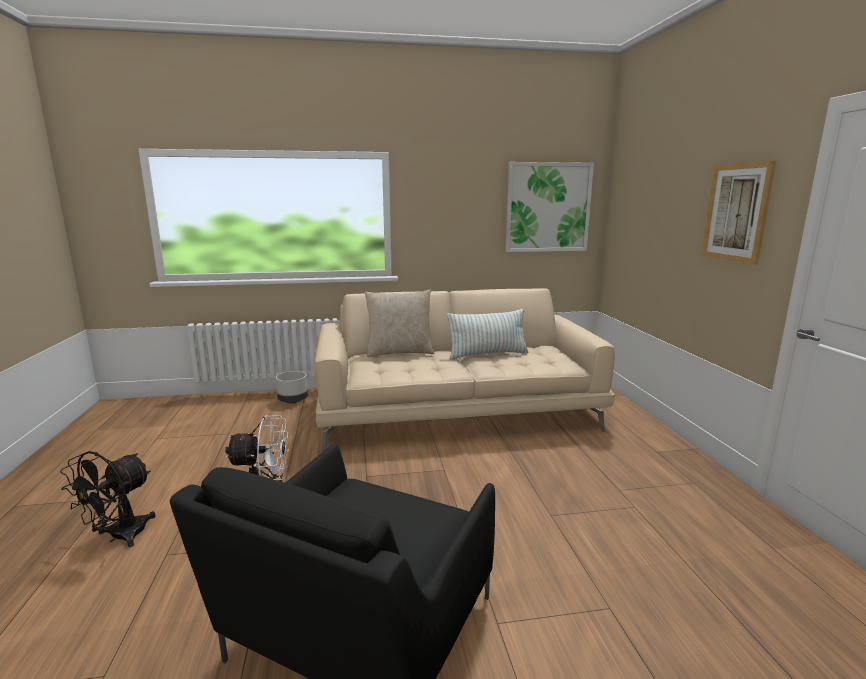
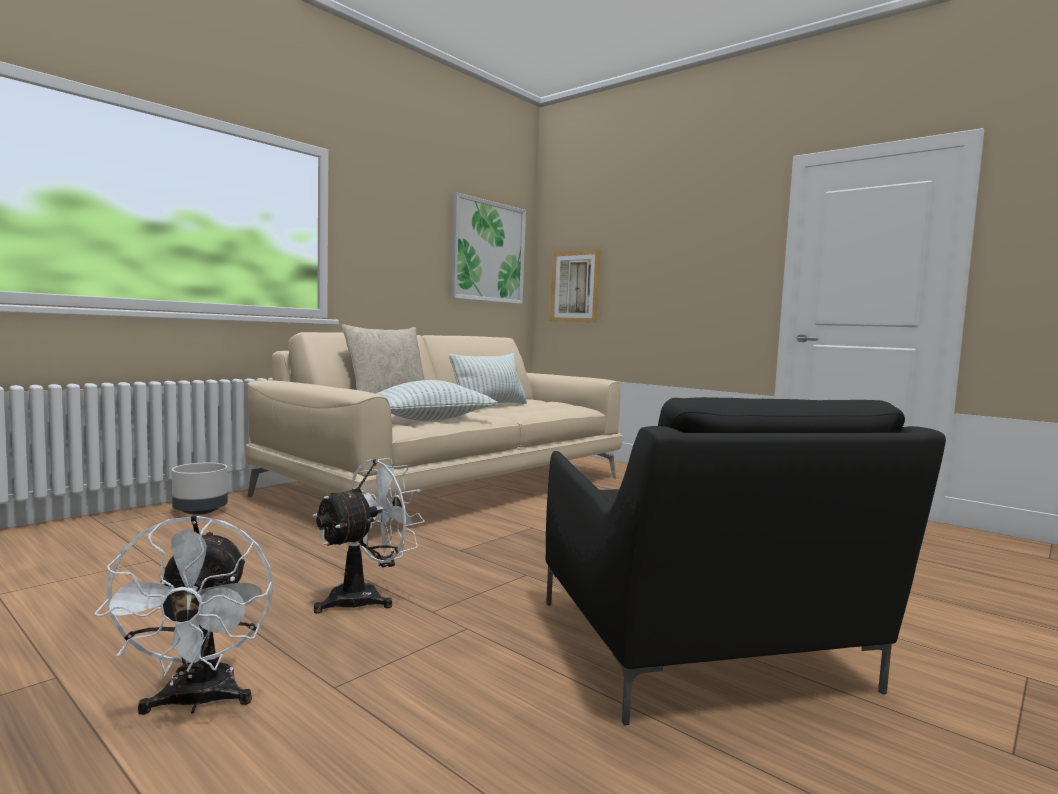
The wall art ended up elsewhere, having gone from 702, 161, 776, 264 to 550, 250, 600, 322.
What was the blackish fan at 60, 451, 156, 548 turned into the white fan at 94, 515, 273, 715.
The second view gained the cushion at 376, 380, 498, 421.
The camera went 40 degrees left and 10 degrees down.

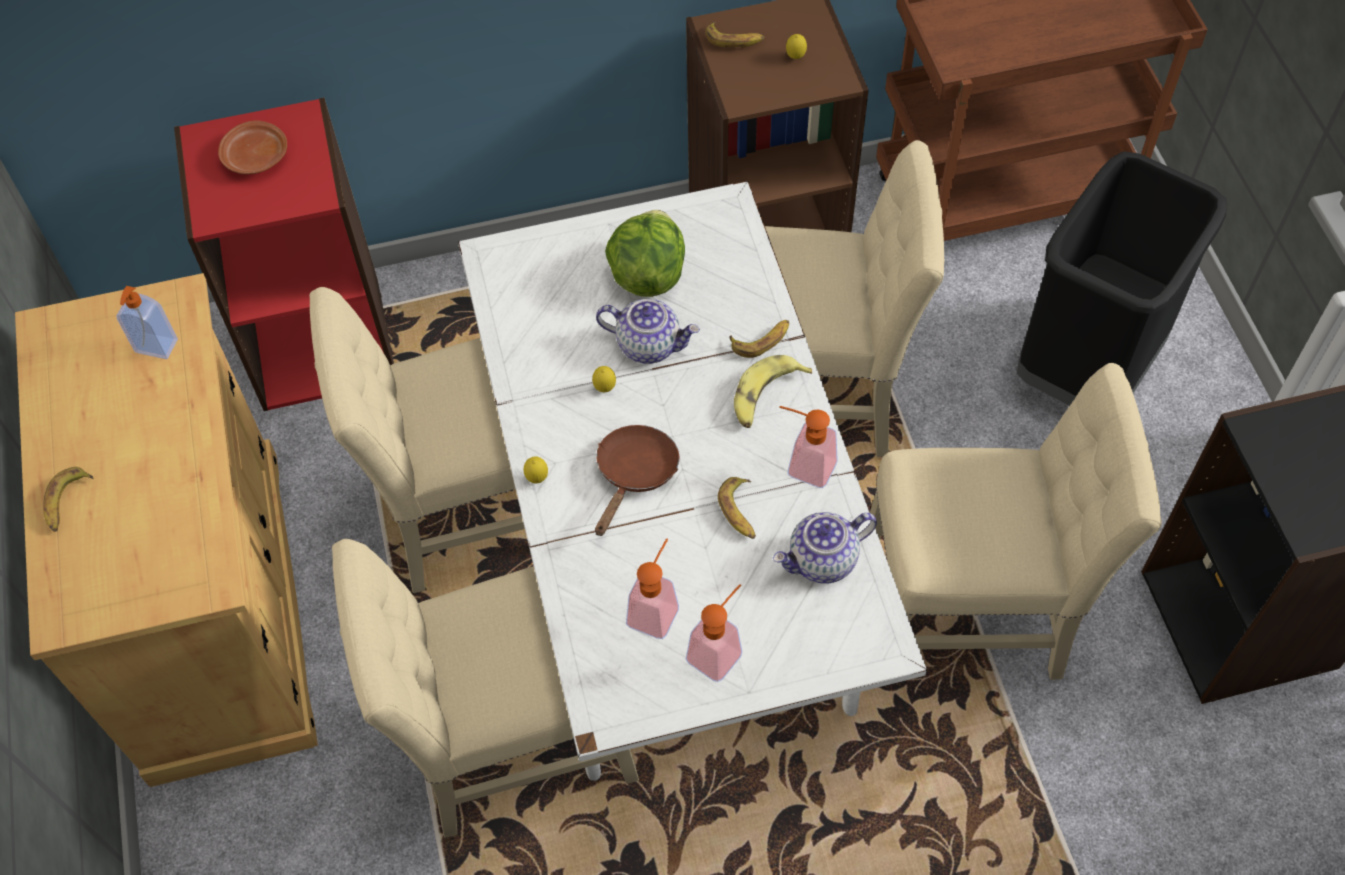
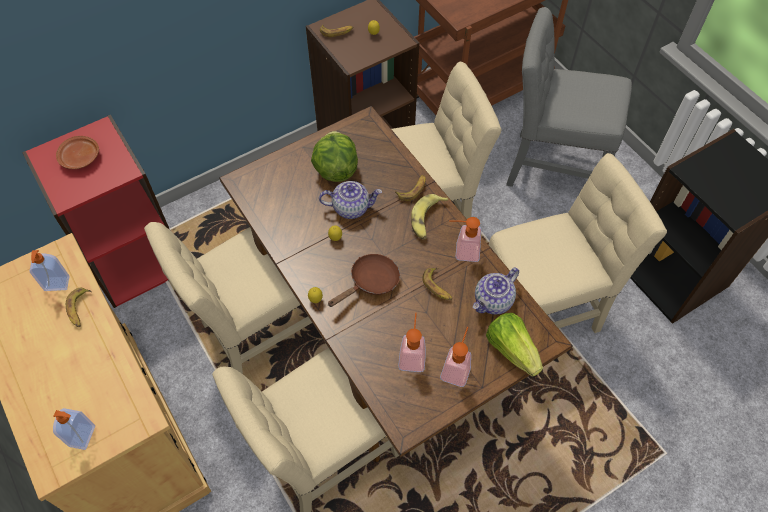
Where the blackish trash can stood at 1017, 151, 1227, 406, the gray plain chair came to stand at 506, 7, 632, 187.
What was the white dining table at 458, 181, 927, 781 turned into the brownish dining table at 219, 106, 573, 462.
The brownish pan at 595, 425, 680, 536 ended up facing another way, 45 degrees clockwise from before.
The whole banana ended up elsewhere, having gone from 43, 467, 94, 532 to 66, 288, 92, 327.
The second view gained the lettuce at 486, 313, 543, 376.
The second view gained the soap dispenser at 53, 408, 95, 450.
The camera went 20 degrees left and 0 degrees up.

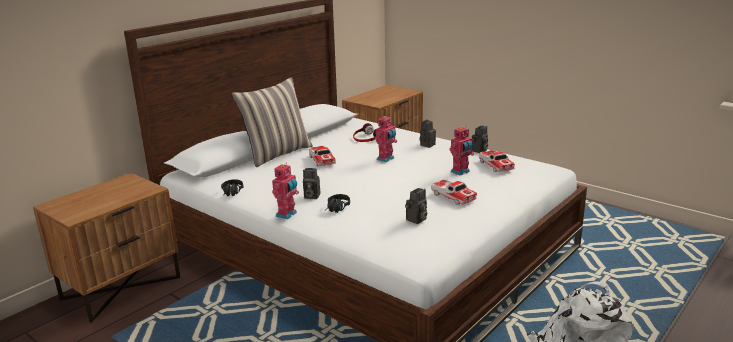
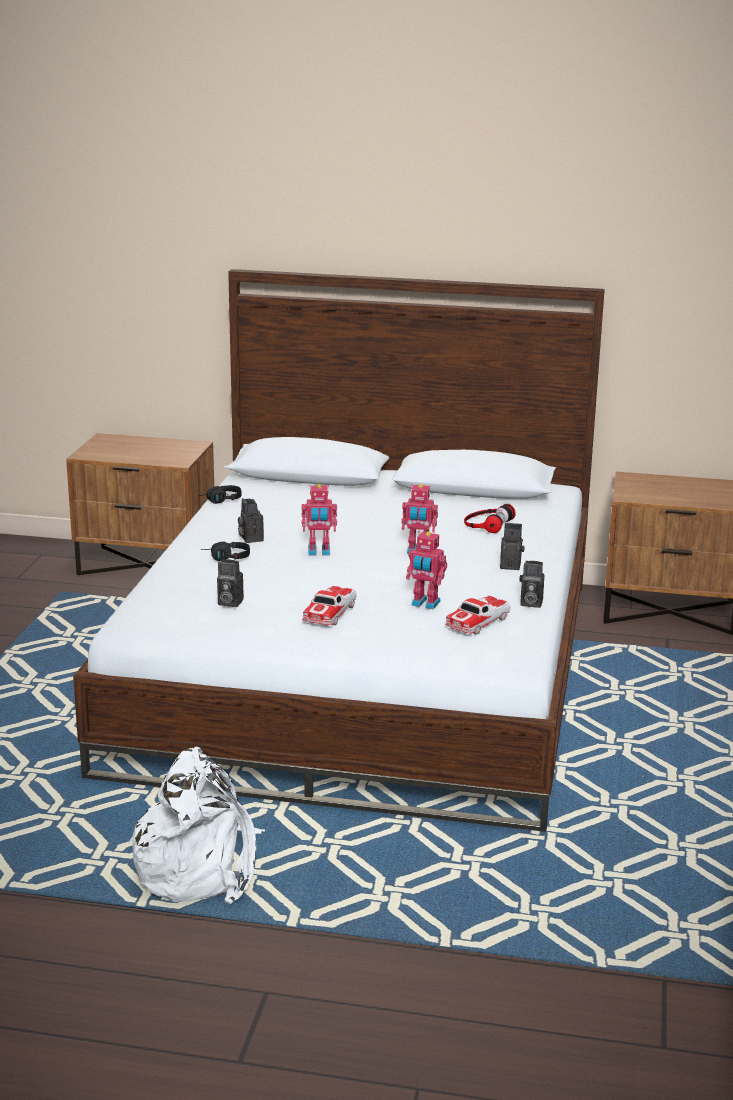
The second view lost the cushion at 232, 77, 313, 167.
The second view lost the toy car at 309, 146, 336, 167.
The model robot ended up elsewhere, having gone from 272, 163, 299, 219 to 301, 484, 337, 555.
The camera went 60 degrees right and 0 degrees up.

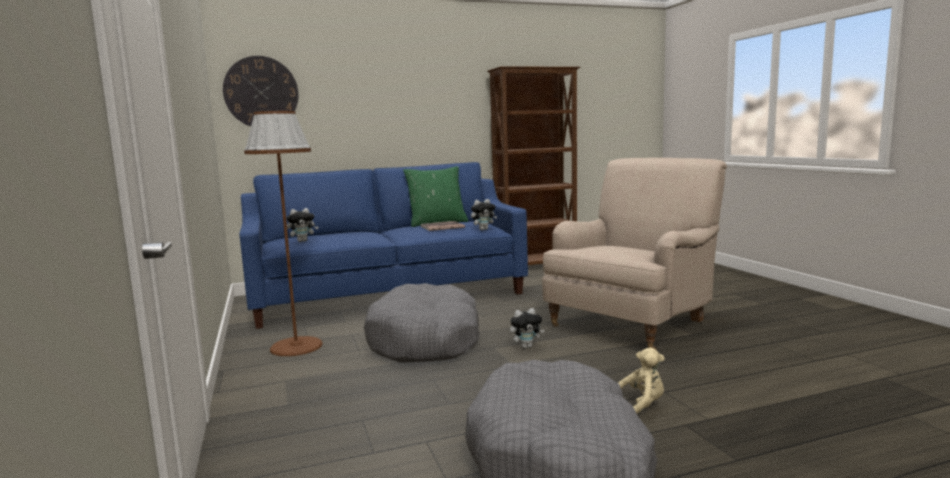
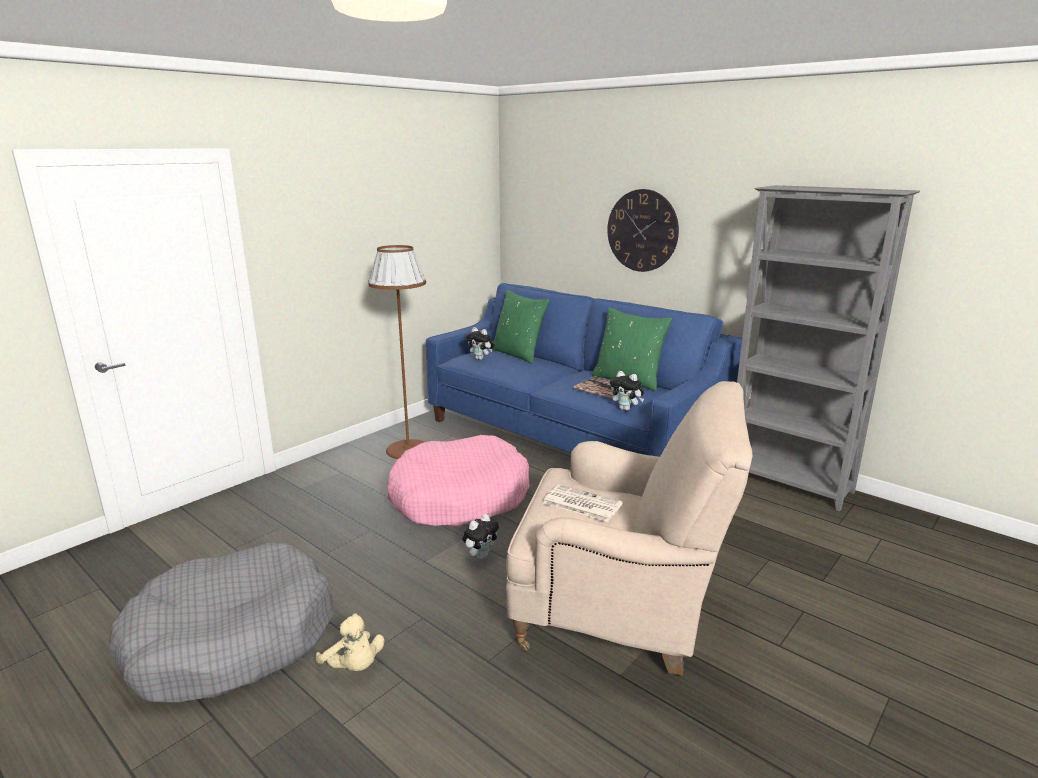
The clock on the wall ended up elsewhere, having gone from 223, 56, 298, 126 to 607, 189, 679, 272.
What was the brownish shelving unit at 487, 66, 580, 265 turned into the gray shelving unit at 737, 185, 920, 511.
What was the gray pet bed at 364, 283, 480, 362 turned into the pinkish pet bed at 387, 435, 530, 526.
The cuddly toy at 510, 308, 545, 349 ended up facing another way, 90 degrees counterclockwise from before.
The second view gained the greenish cushion at 490, 290, 549, 364.
The second view gained the printed paper at 543, 484, 623, 522.
The camera went 60 degrees right and 10 degrees up.

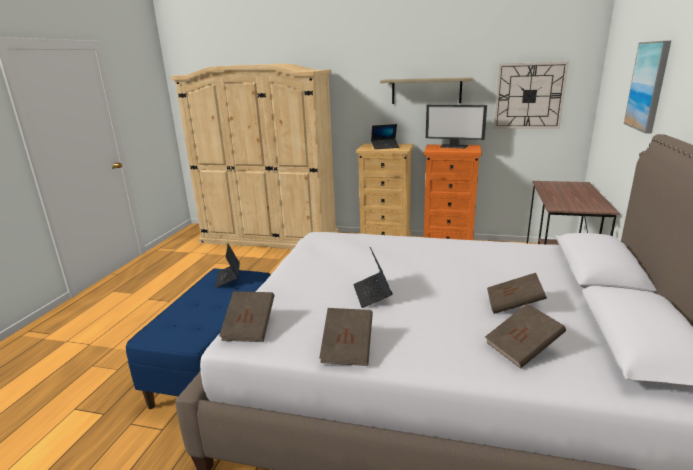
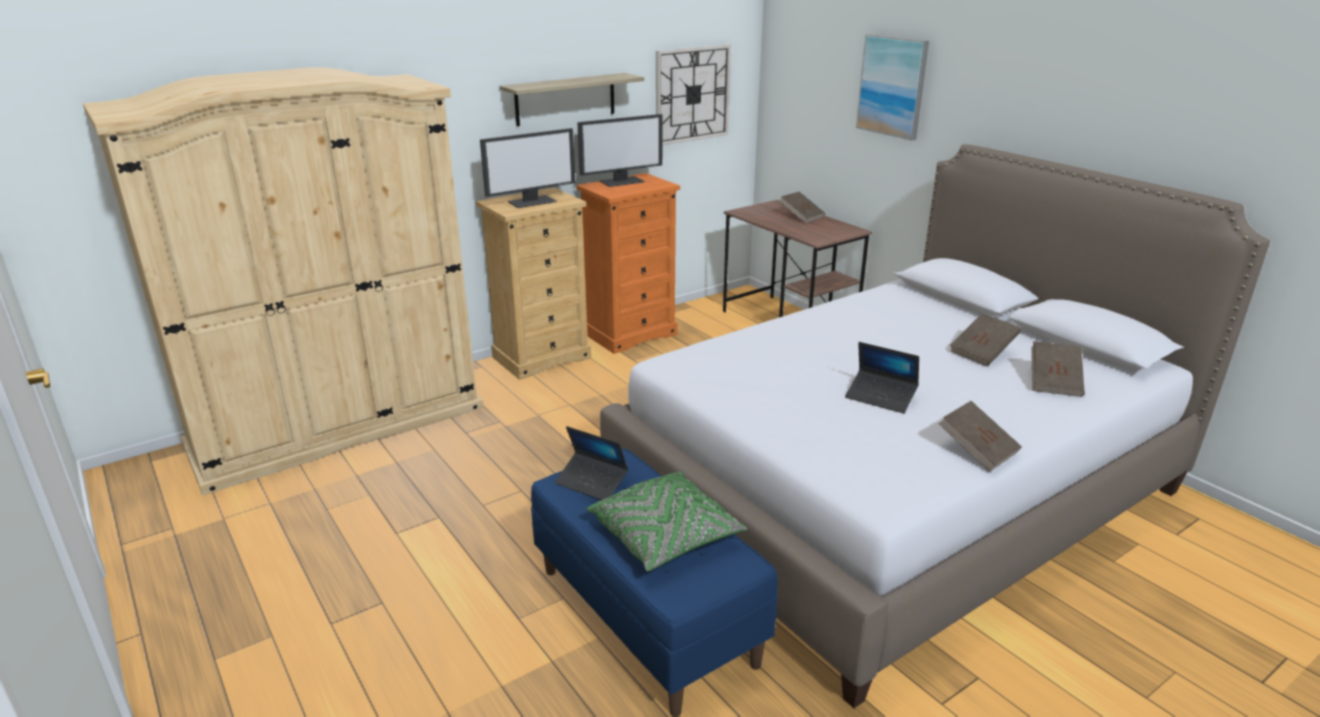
Where the portable computer stood at 371, 124, 399, 149, the computer display came to stand at 480, 128, 575, 208.
The brownish book ended up elsewhere, having gone from 219, 291, 274, 342 to 779, 192, 825, 223.
The second view gained the greenish cushion at 586, 471, 748, 572.
The camera went 50 degrees left and 5 degrees up.

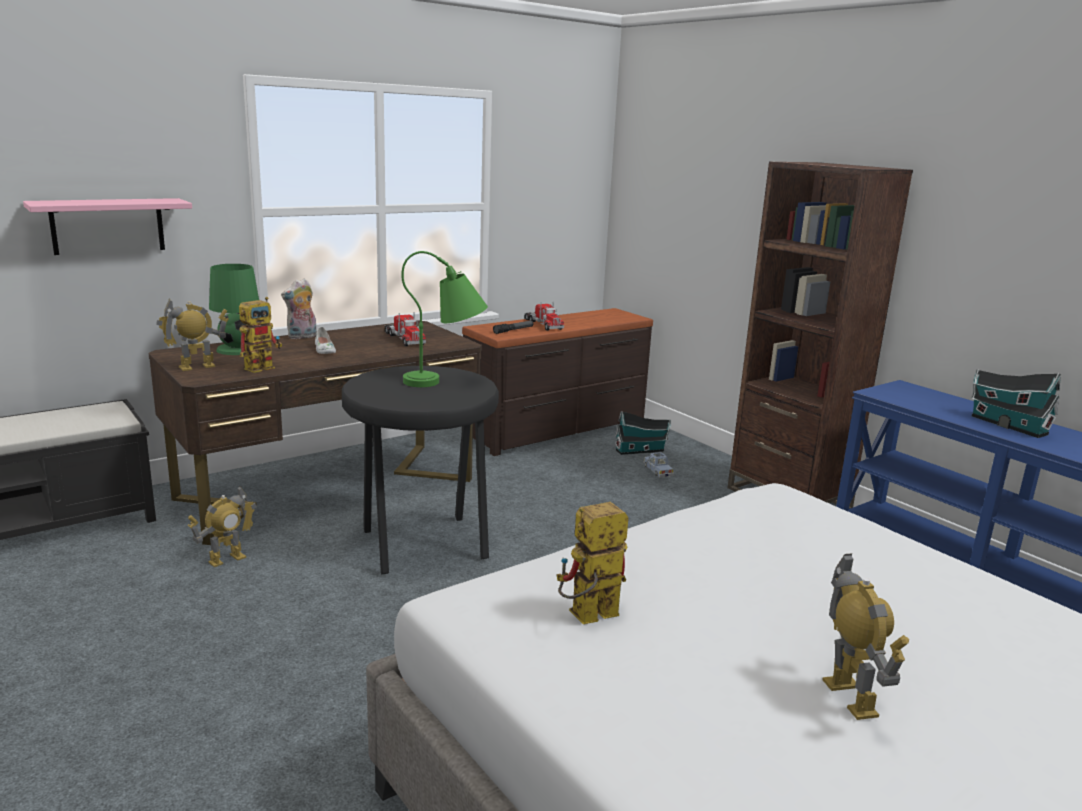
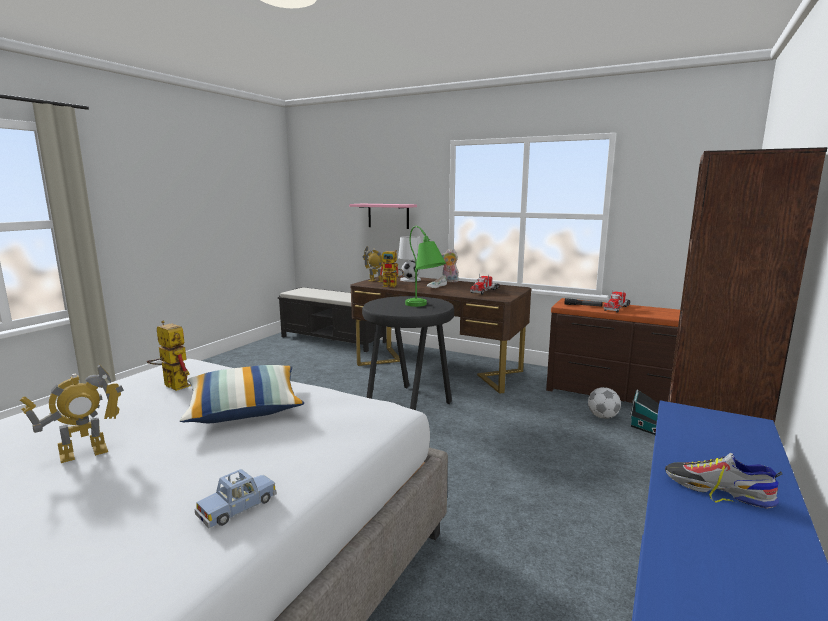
What was the greenish tabletop lamp at 209, 264, 259, 355 turned into the white tabletop lamp at 398, 236, 421, 282.
Where the model house stood at 971, 369, 1061, 438, the low shoe came to stand at 665, 453, 783, 509.
The blue toy car ended up elsewhere, having gone from 643, 452, 674, 477 to 195, 469, 277, 528.
The second view lost the model robot at 188, 486, 257, 567.
The second view gained the cushion at 180, 365, 304, 423.
The second view gained the football ball at 588, 387, 621, 419.
The camera went 65 degrees right and 5 degrees down.

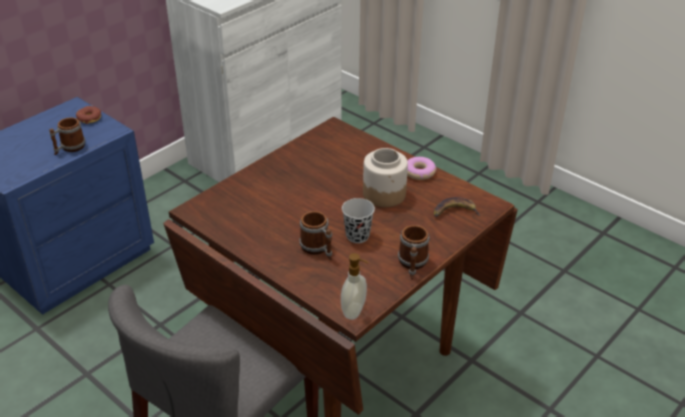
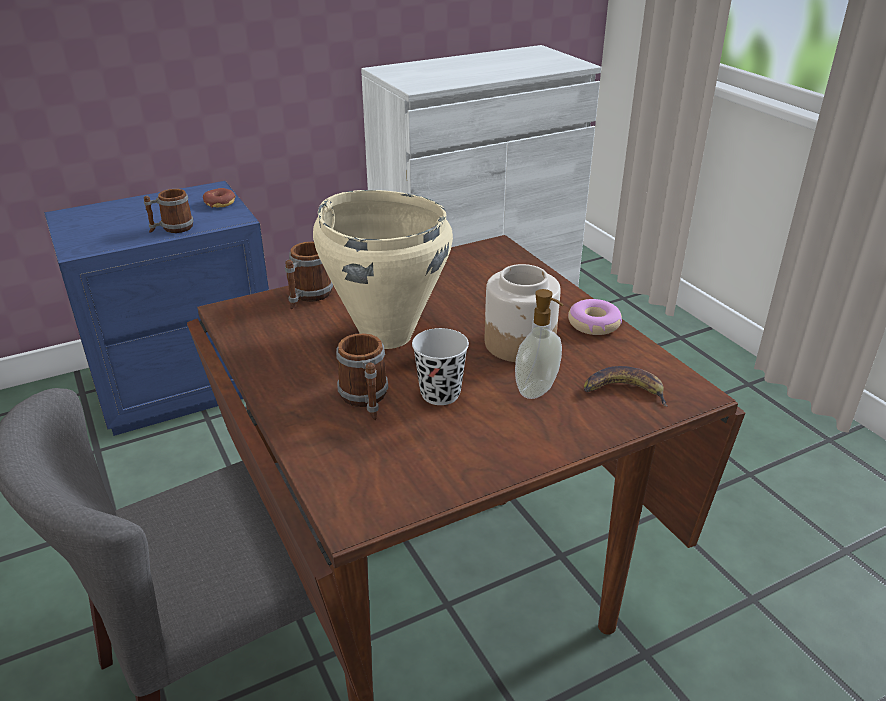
The tea mug ended up elsewhere, having gone from 398, 225, 430, 279 to 285, 242, 333, 309.
The soap dispenser ended up elsewhere, having gone from 341, 253, 368, 320 to 515, 289, 564, 399.
The second view gained the beige cooking pot at 313, 190, 453, 349.
The camera went 20 degrees right and 5 degrees down.

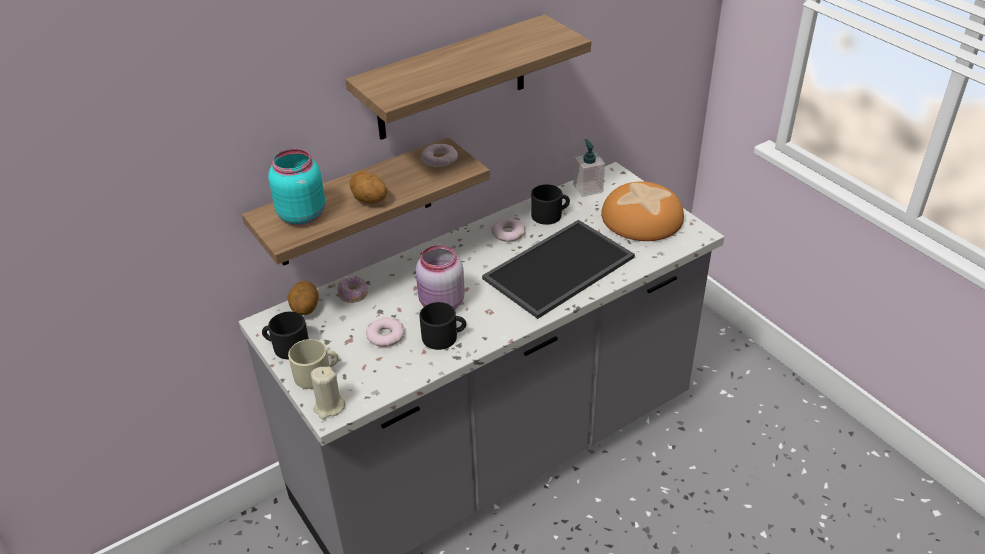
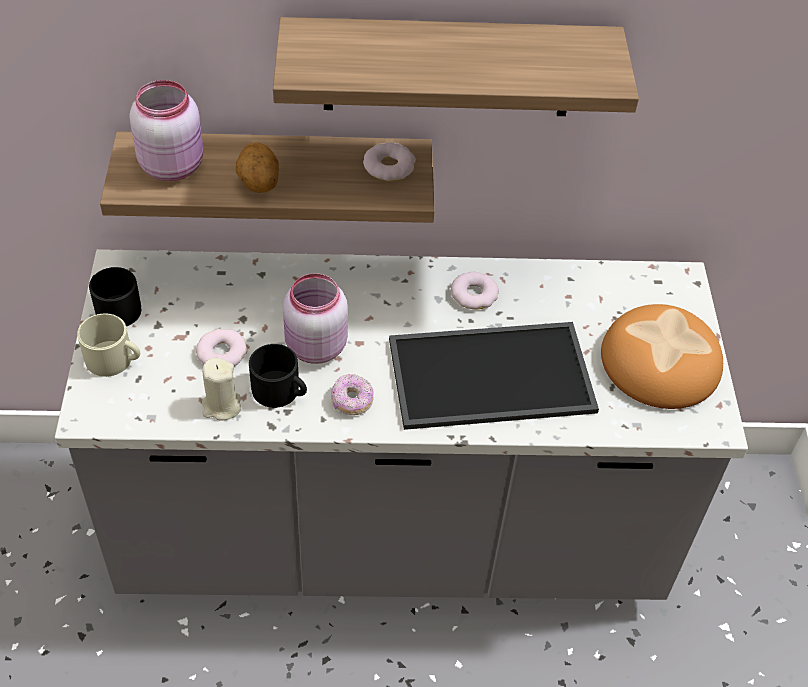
The second view lost the soap dispenser at 573, 139, 605, 197.
What was the blue-green storage jar at 268, 149, 325, 225 turned into the pinkish storage jar at 129, 80, 204, 181.
The second view lost the blackish tea mug at 531, 184, 570, 225.
The donut ended up elsewhere, having gone from 338, 277, 368, 303 to 331, 374, 374, 415.
The second view lost the spud at 288, 281, 319, 315.
The beige wax candle ended up elsewhere, having gone from 311, 367, 346, 419 to 202, 358, 241, 421.
The camera went 30 degrees right and 10 degrees up.

